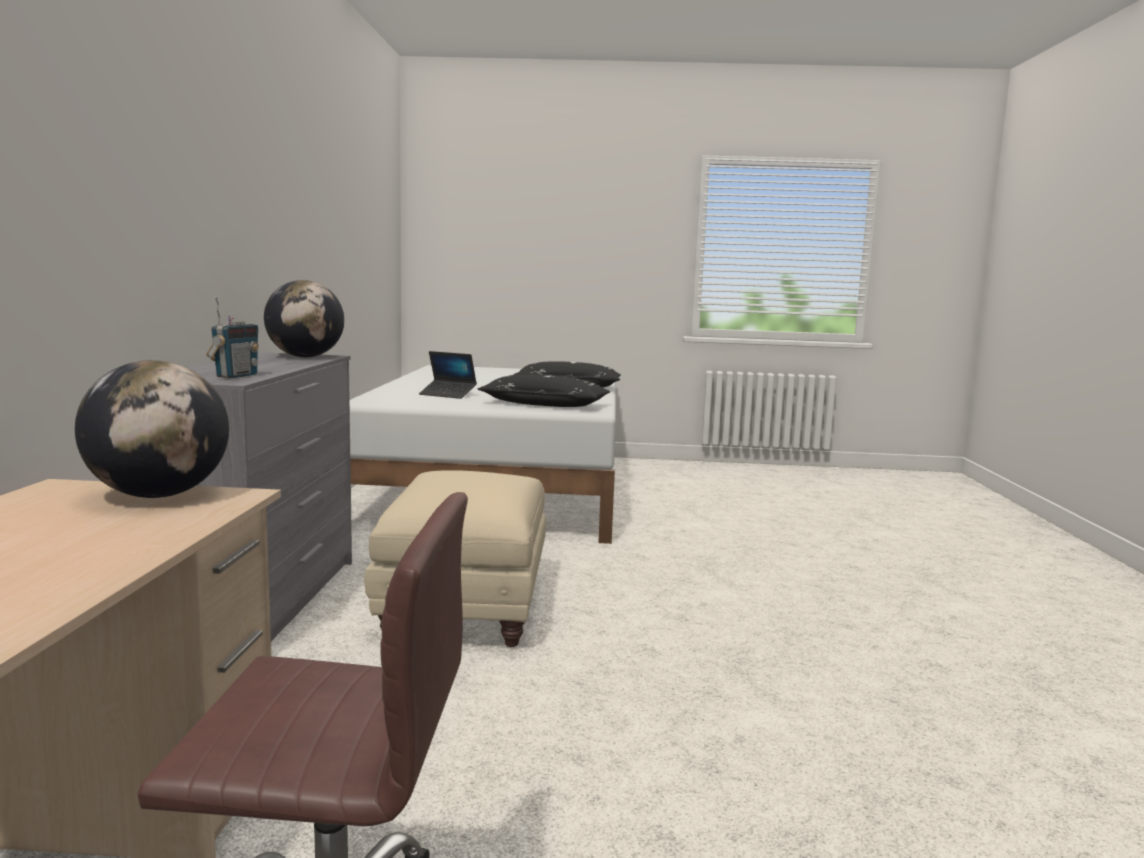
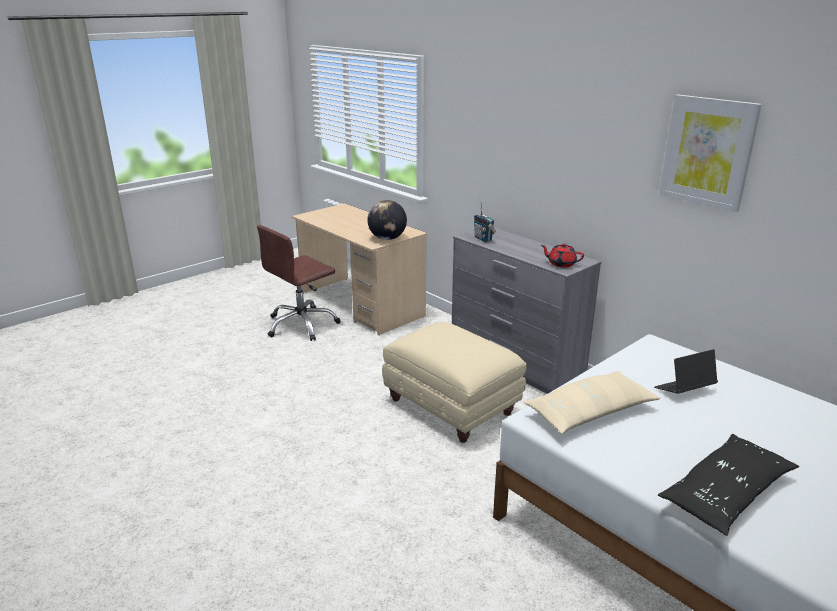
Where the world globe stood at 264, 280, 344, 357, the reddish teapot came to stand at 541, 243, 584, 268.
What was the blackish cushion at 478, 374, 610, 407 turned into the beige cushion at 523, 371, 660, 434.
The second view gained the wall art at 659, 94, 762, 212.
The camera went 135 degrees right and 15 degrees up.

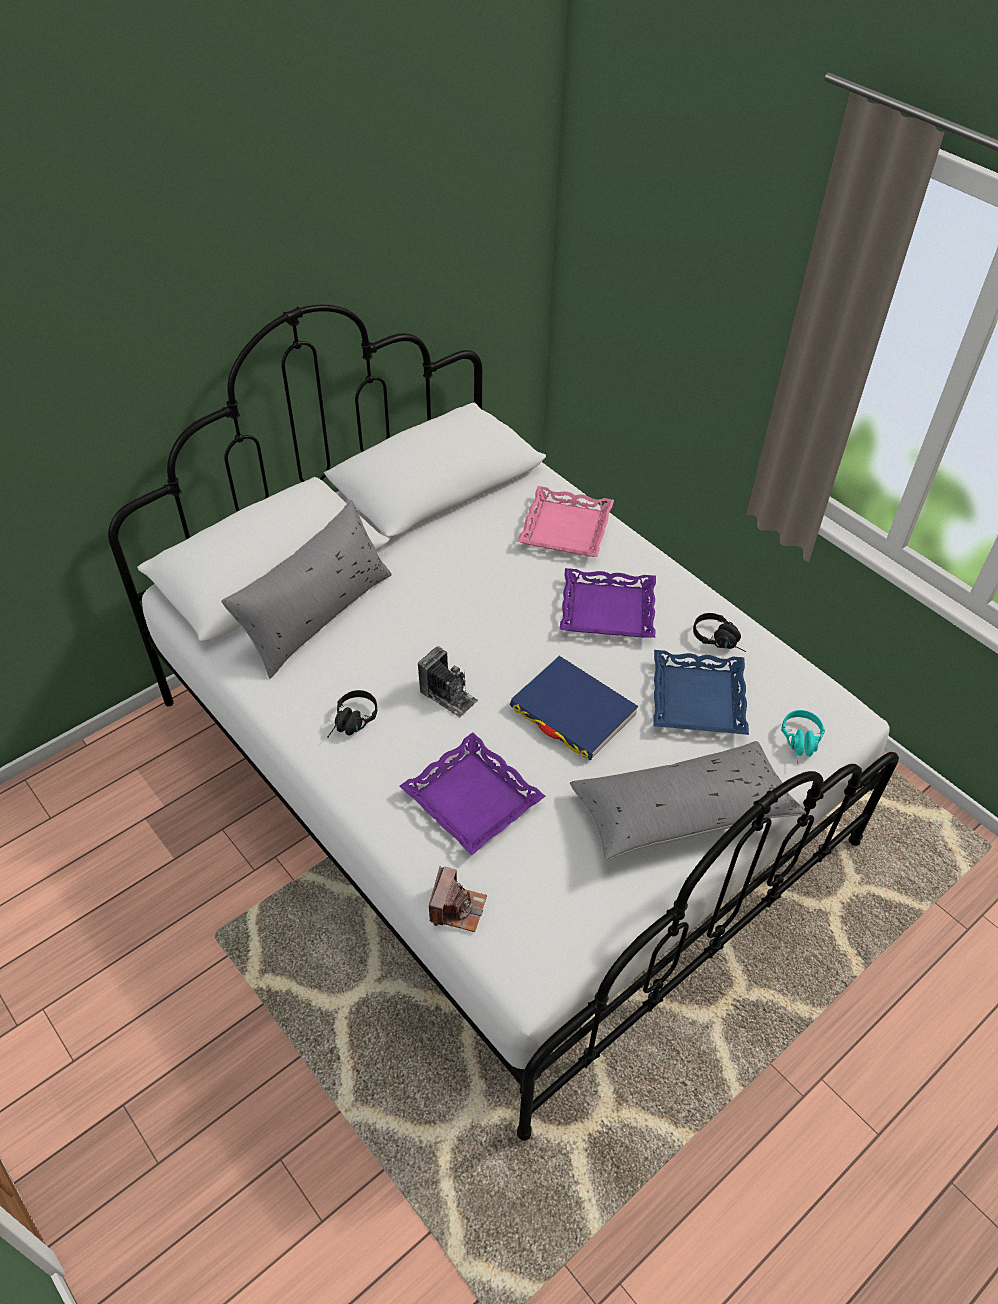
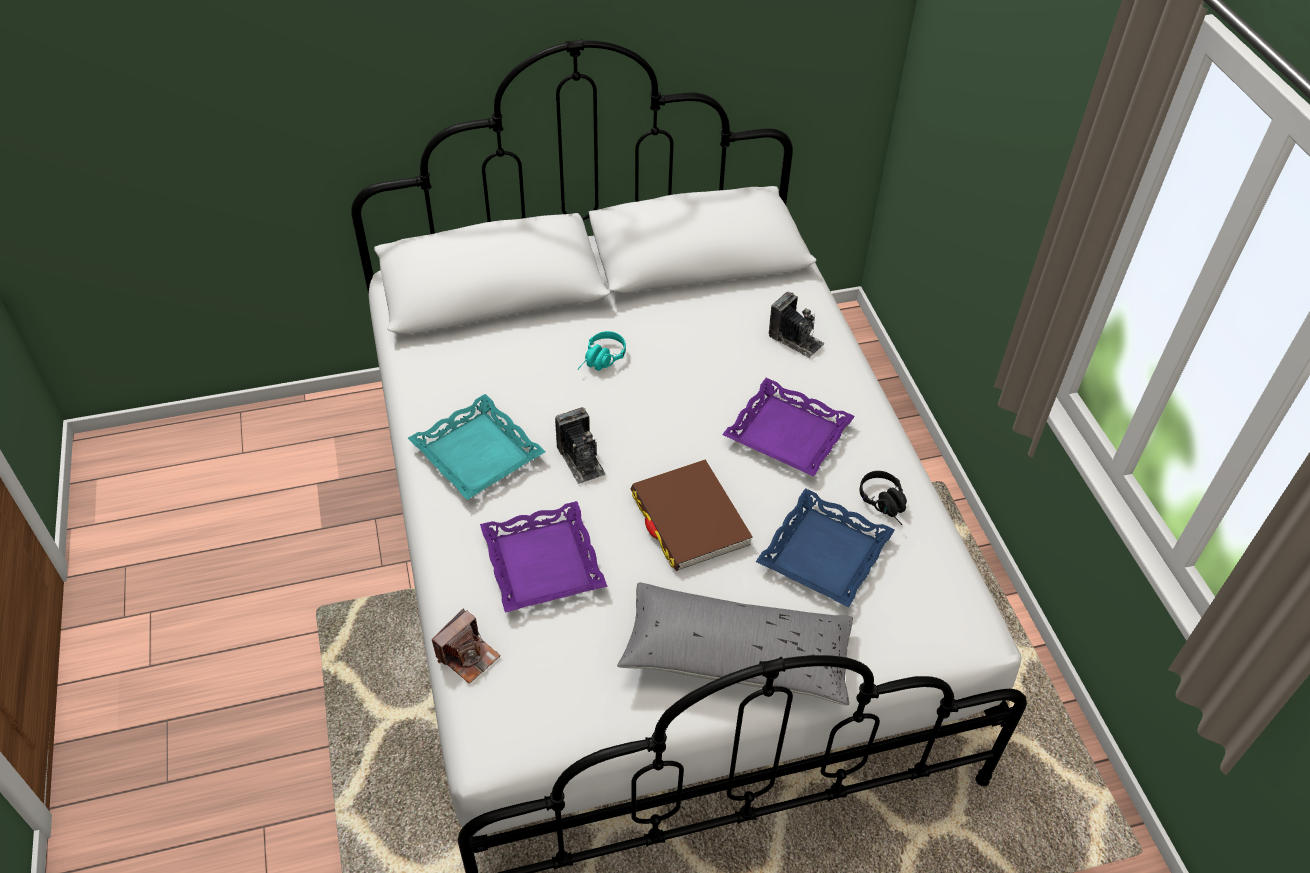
Where the pinkish tray stood at 517, 486, 614, 557, the photo camera came to stand at 769, 292, 825, 358.
The second view lost the gray cushion at 221, 500, 392, 679.
What was the blue book at 510, 656, 639, 760 turned into the brownish book at 630, 459, 753, 571.
Where the blackish pair of headphones stood at 327, 690, 377, 738, the blue-green tray came to stand at 408, 394, 546, 500.
The blue-green pair of headphones ended up elsewhere, having gone from 781, 710, 825, 764 to 577, 331, 626, 371.
The camera went 25 degrees right and 0 degrees up.

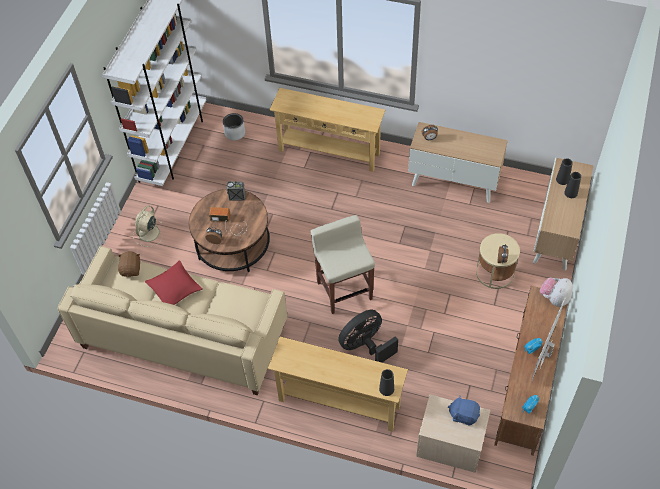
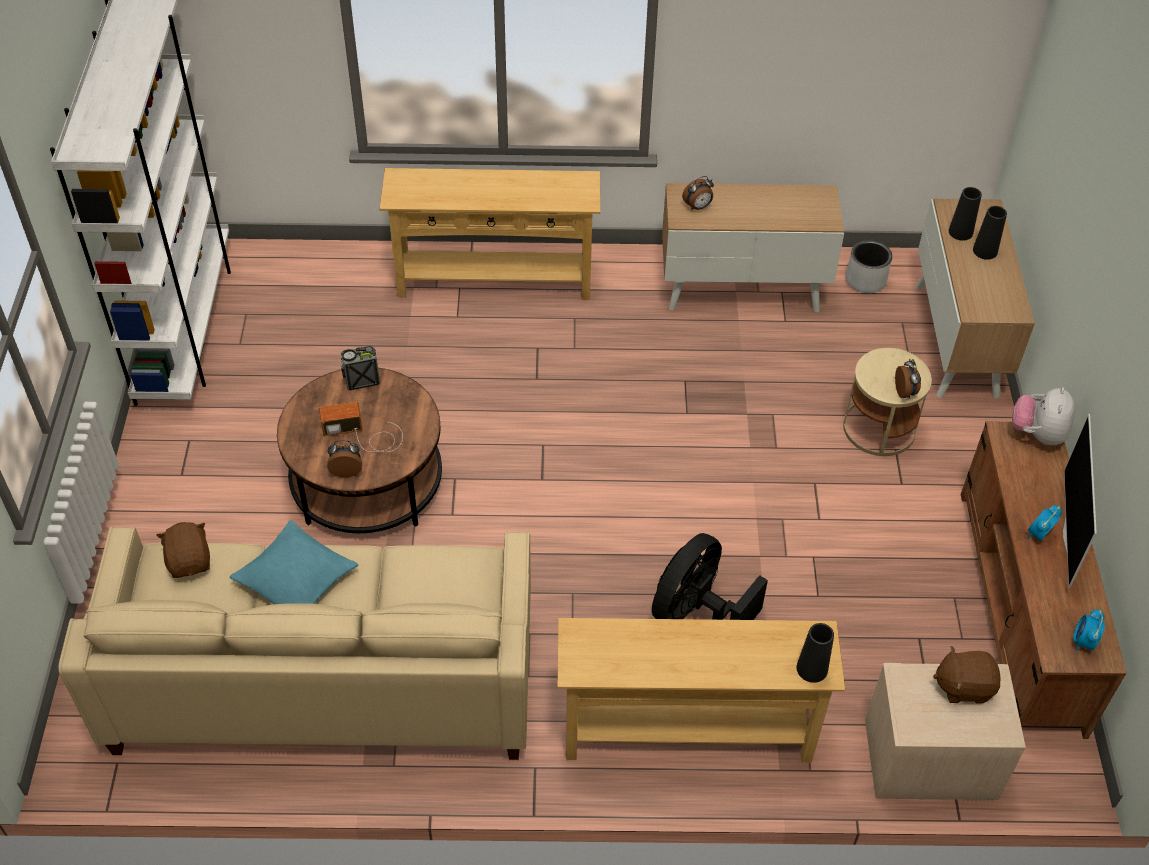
The gray flower pot ended up elsewhere, having gone from 223, 113, 245, 140 to 846, 240, 892, 293.
The second view lost the beige fan at 133, 206, 163, 247.
The second view lost the beige stool at 311, 215, 375, 314.
What was the reddish cushion at 145, 261, 203, 305 turned into the blue-green cushion at 230, 520, 358, 604.
What was the blue cuddly toy at 448, 396, 480, 425 turned into the brownish cuddly toy at 933, 646, 1000, 704.
The camera went 20 degrees left and 5 degrees down.

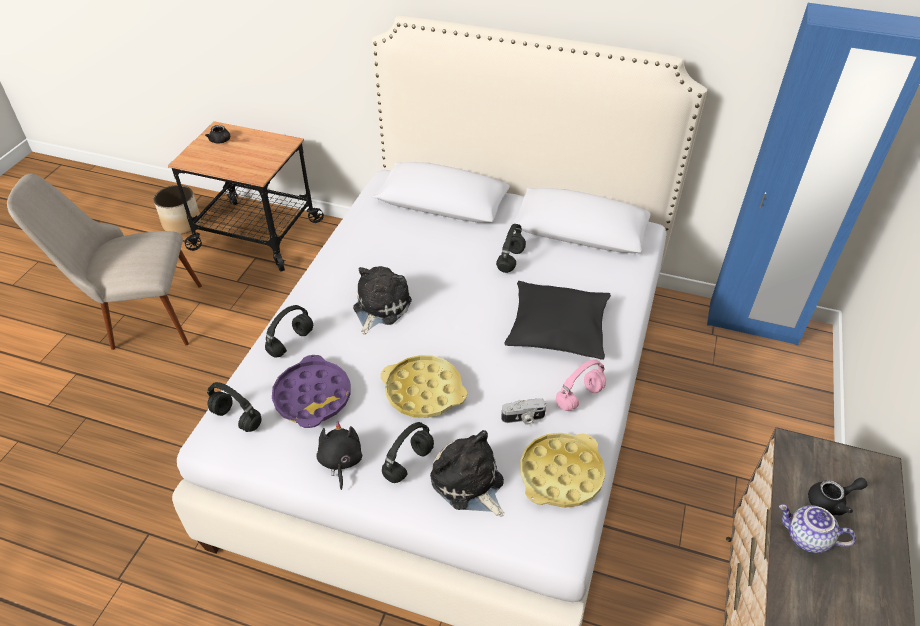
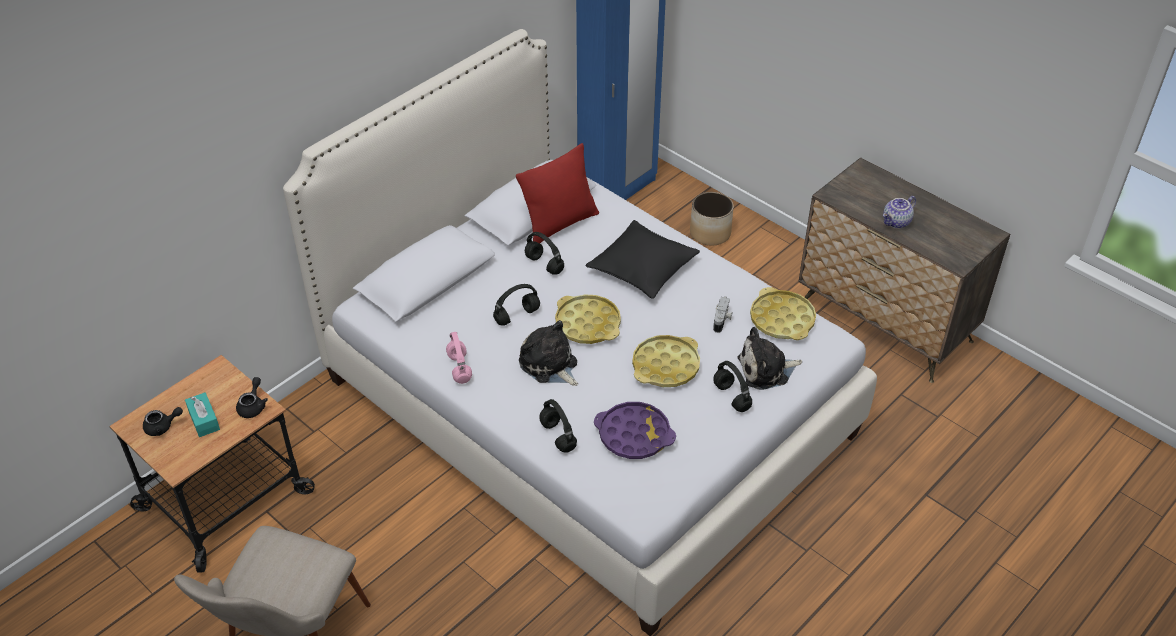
The flower pot ended up elsewhere, having gone from 154, 185, 201, 234 to 690, 192, 734, 246.
The pinkish pair of headphones ended up elsewhere, having gone from 556, 359, 606, 411 to 446, 332, 472, 384.
The blackish pair of headphones ended up elsewhere, having gone from 207, 382, 262, 432 to 493, 284, 540, 326.
The second view lost the blackish cuddly toy at 316, 421, 362, 490.
The blackish teapot ended up elsewhere, having gone from 808, 478, 868, 516 to 236, 377, 268, 418.
The second view gained the reddish cushion at 516, 143, 599, 243.
The second view gained the yellow-coloured tray at 555, 295, 621, 344.
The second view gained the blue-green tissue box at 185, 392, 220, 437.
The camera went 65 degrees left and 0 degrees up.

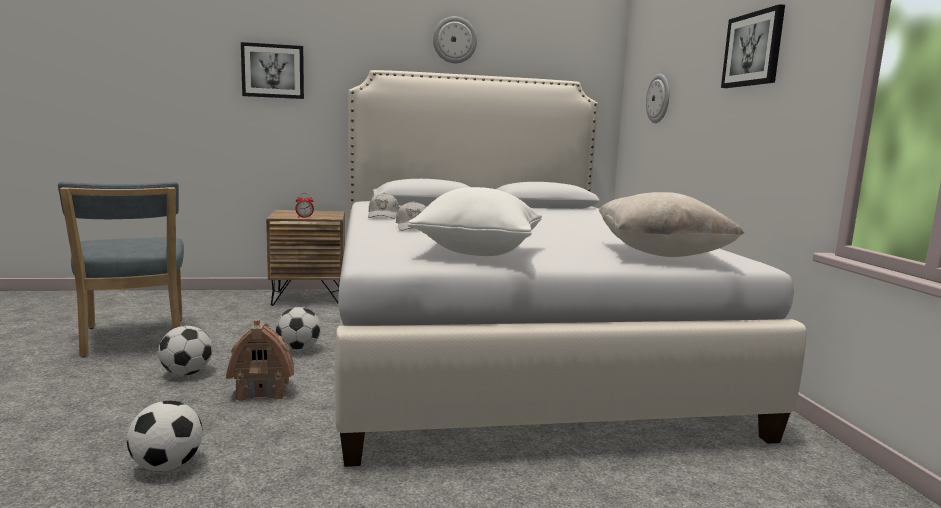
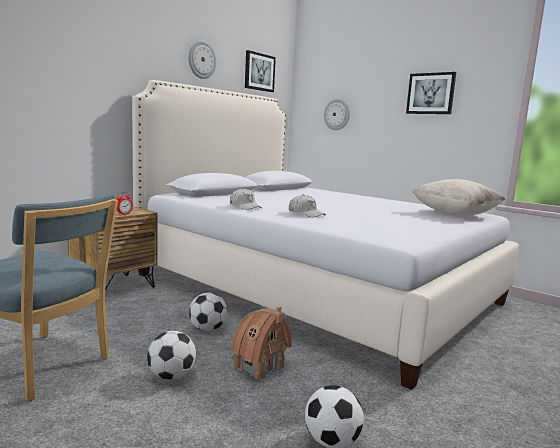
The wall art ended up elsewhere, having gone from 241, 42, 304, 99 to 245, 50, 276, 92.
The second view lost the white cushion at 408, 187, 542, 256.
The camera went 40 degrees left and 0 degrees up.

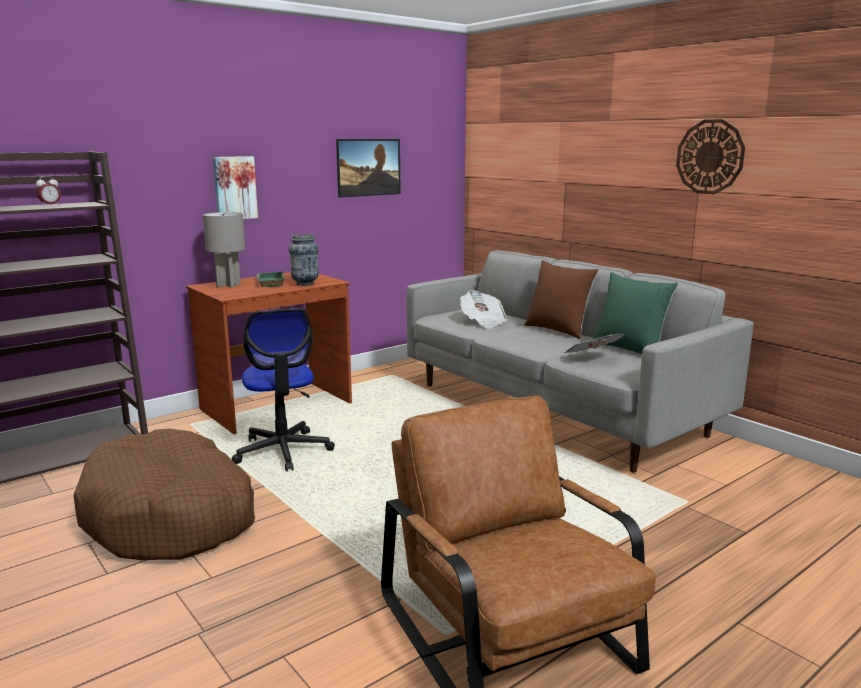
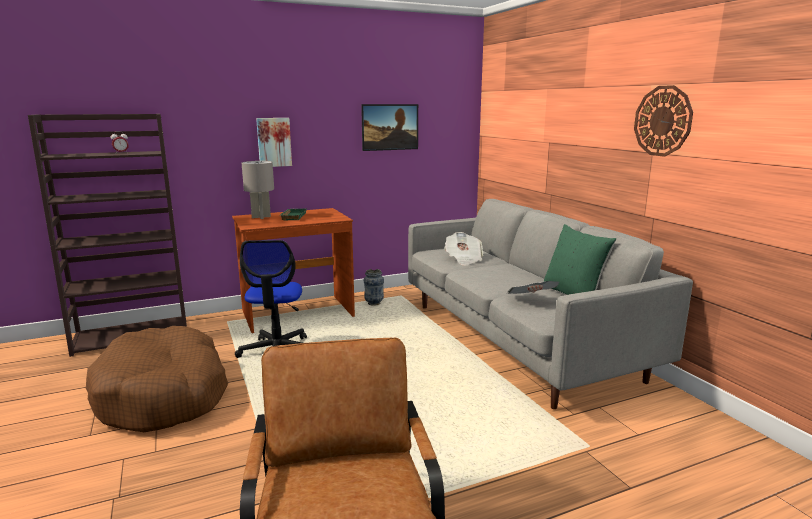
The flower vase ended up elsewhere, having gone from 289, 234, 319, 286 to 364, 269, 384, 306.
The second view lost the brownish cushion at 525, 260, 599, 339.
The camera went 15 degrees right and 0 degrees up.

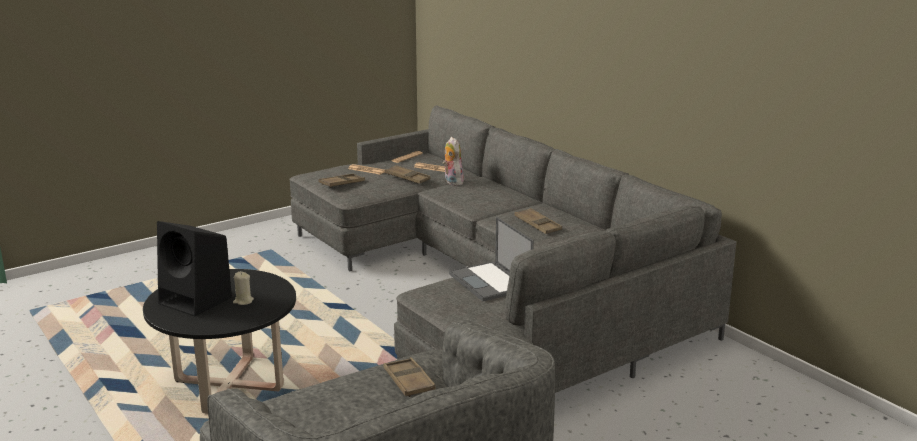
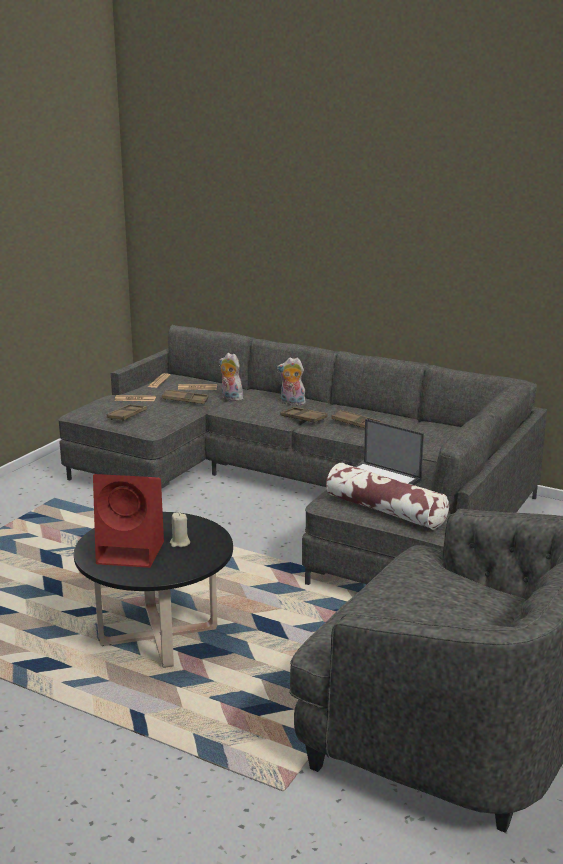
What was the blackish audio speaker at 157, 221, 232, 316 turned into the reddish audio speaker at 93, 474, 164, 568.
The brownish tray ended up elsewhere, having gone from 383, 357, 436, 397 to 280, 407, 328, 423.
The second view gained the cuddly toy at 277, 357, 307, 406.
The second view gained the cushion at 326, 463, 449, 529.
The camera went 25 degrees left and 0 degrees up.

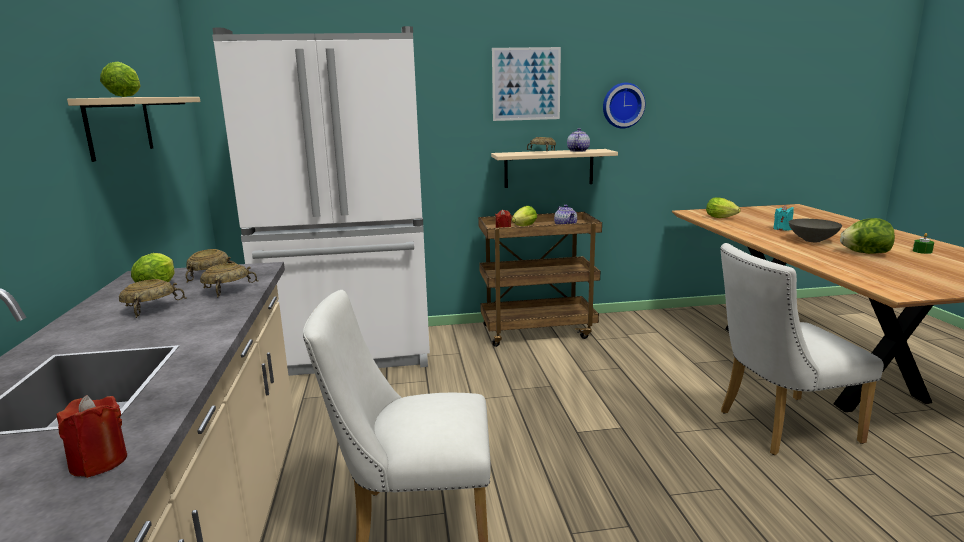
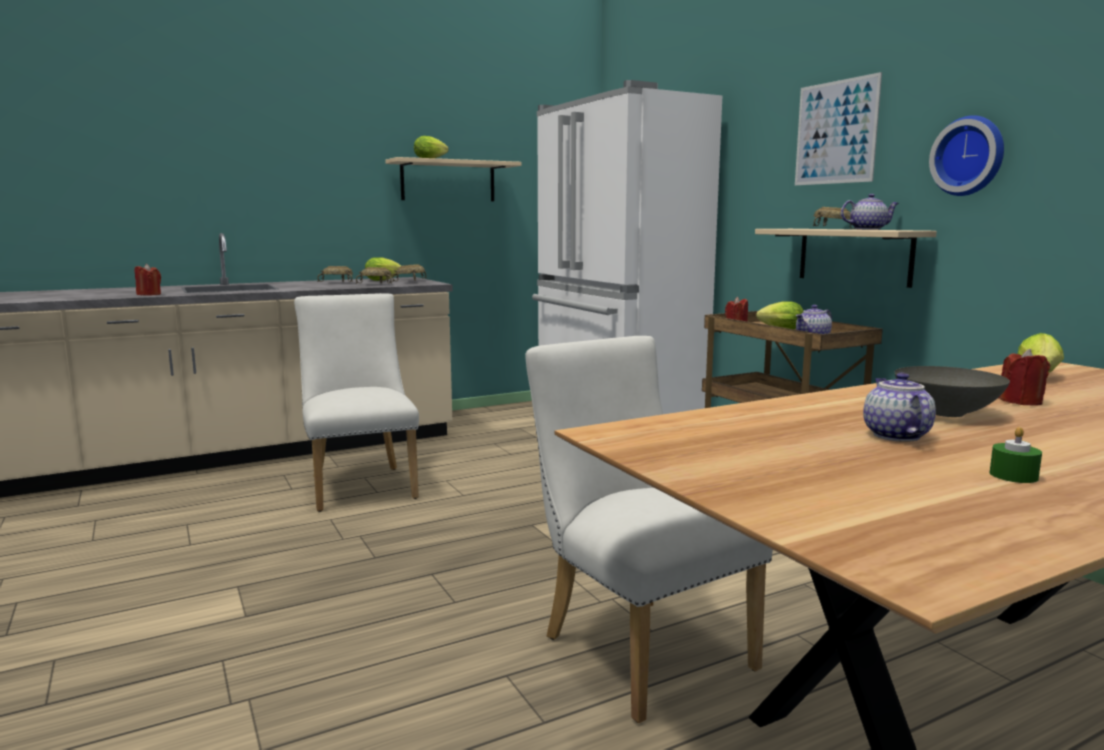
What was the blue-green wax candle at 773, 205, 794, 231 turned into the reddish wax candle at 999, 349, 1050, 406.
Where the lettuce stood at 840, 218, 895, 254, the teapot came to stand at 863, 373, 936, 442.
The camera went 70 degrees right and 5 degrees down.

